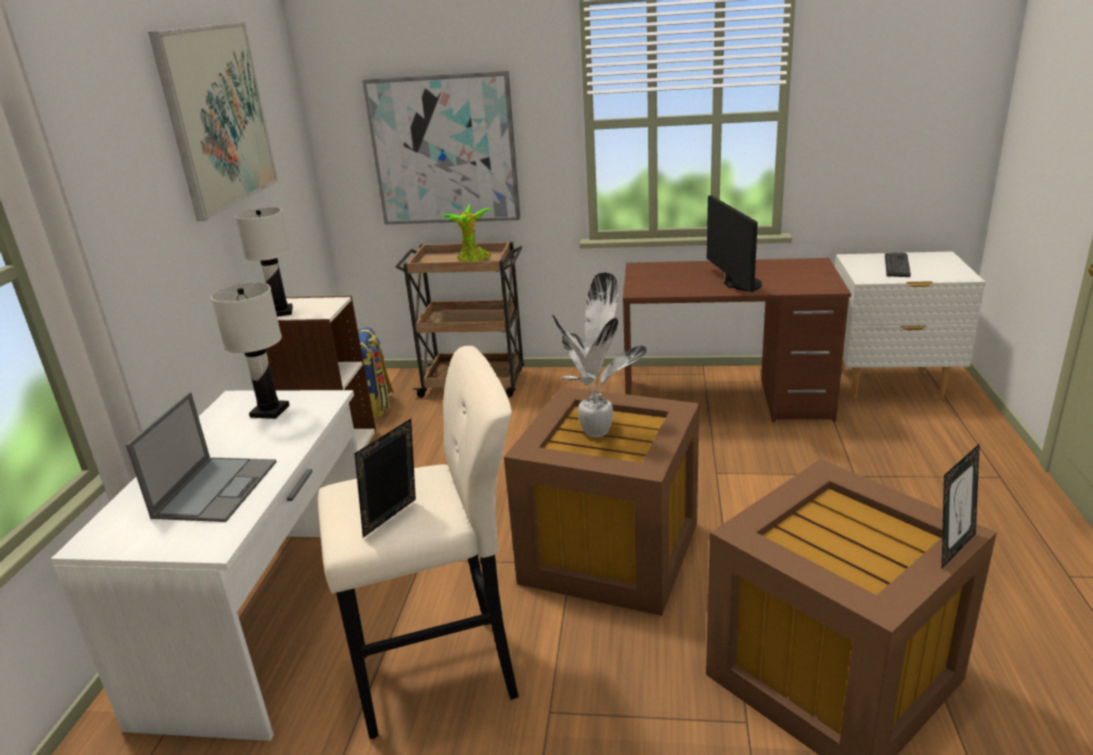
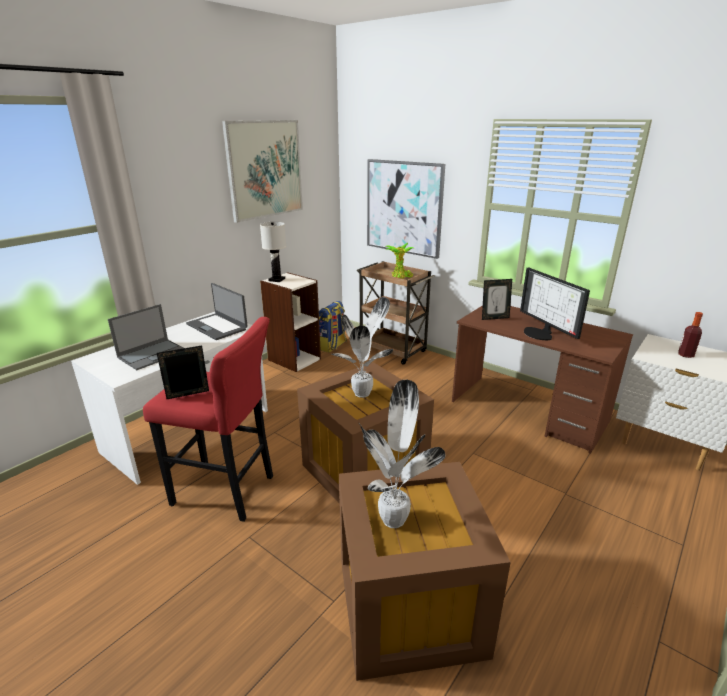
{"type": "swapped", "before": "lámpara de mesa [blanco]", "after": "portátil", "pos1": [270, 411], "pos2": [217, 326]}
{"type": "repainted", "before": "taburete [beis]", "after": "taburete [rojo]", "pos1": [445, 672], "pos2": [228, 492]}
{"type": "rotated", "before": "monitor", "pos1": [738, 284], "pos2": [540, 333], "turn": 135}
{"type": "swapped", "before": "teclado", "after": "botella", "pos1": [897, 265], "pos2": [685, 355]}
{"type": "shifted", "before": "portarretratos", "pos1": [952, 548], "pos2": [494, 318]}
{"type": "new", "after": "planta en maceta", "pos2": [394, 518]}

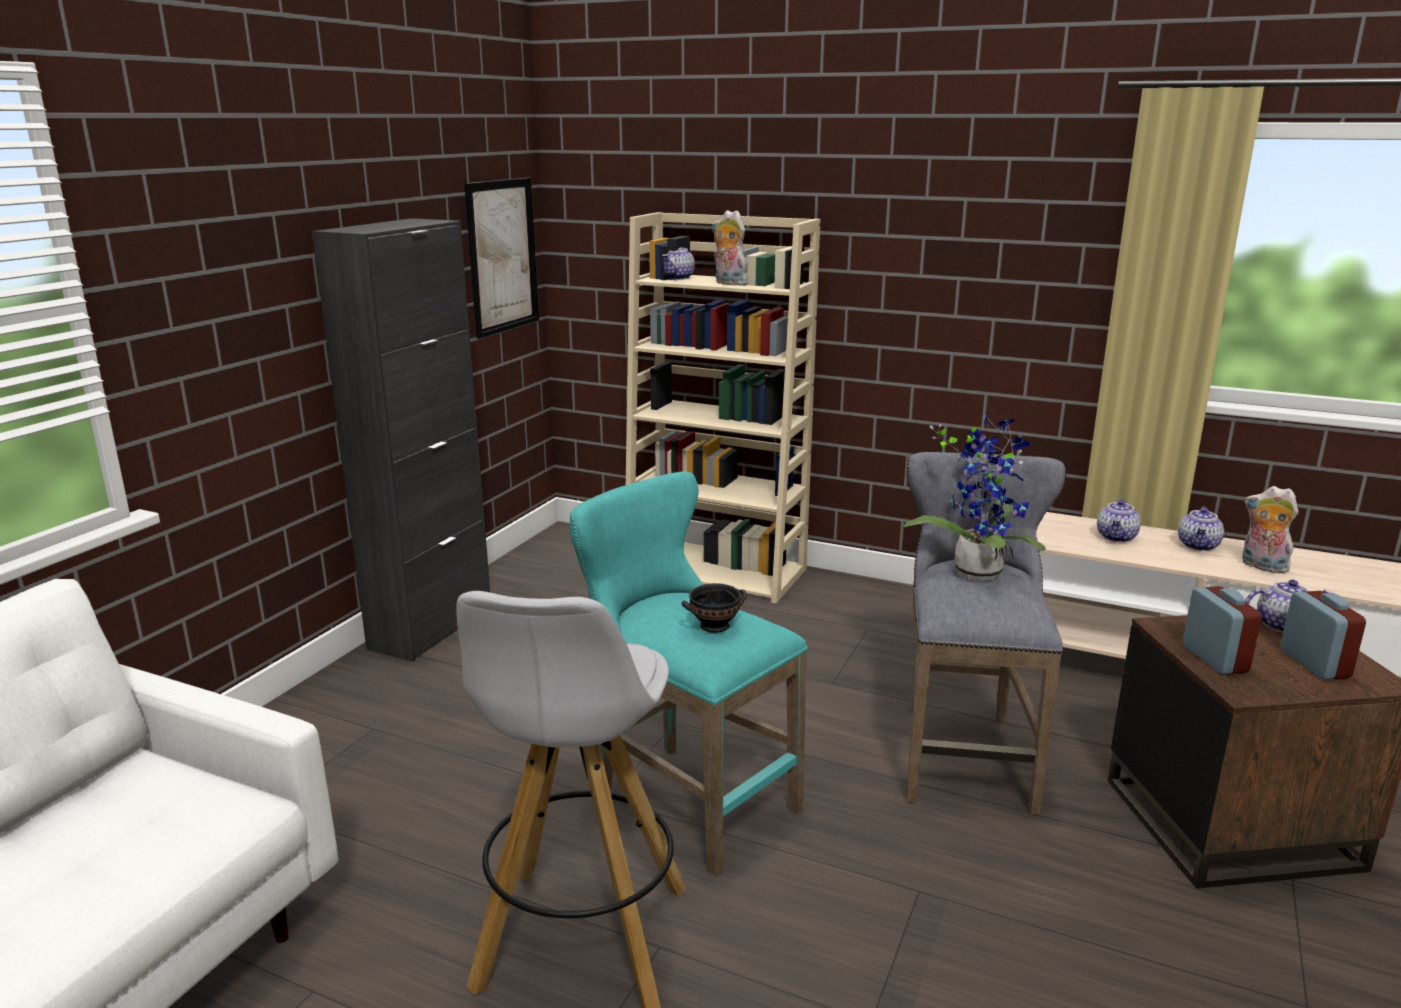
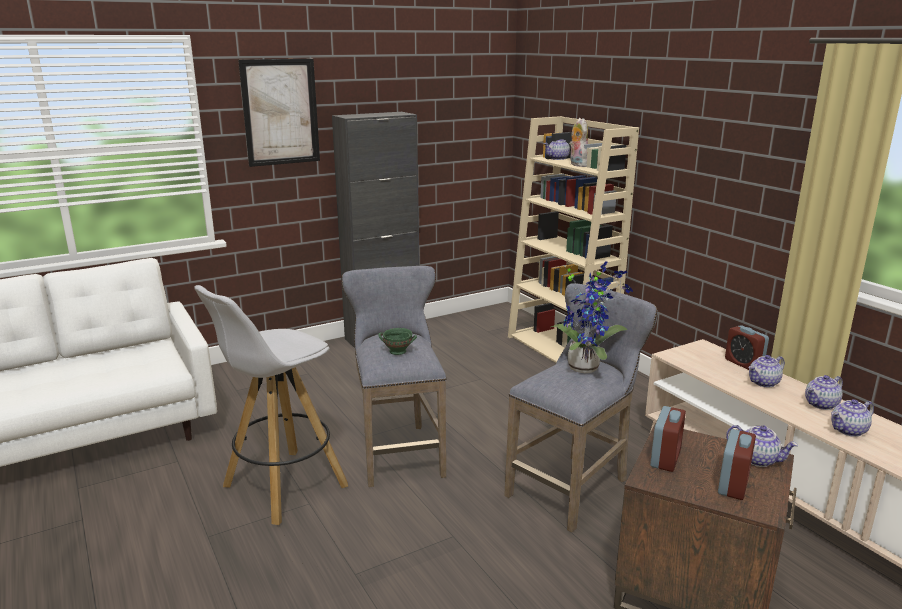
{"type": "shifted", "before": "cuadro", "pos1": [502, 256], "pos2": [280, 112]}
{"type": "repainted", "before": "taburete [turquesa]", "after": "taburete [gris]", "pos1": [686, 797], "pos2": [399, 450]}
{"type": "repainted", "before": "cuenco [negro]", "after": "cuenco [verde]", "pos1": [713, 626], "pos2": [397, 351]}
{"type": "swapped", "before": "peluche", "after": "tetera", "pos1": [1261, 566], "pos2": [848, 430]}
{"type": "new", "after": "despertador", "pos2": [743, 364]}

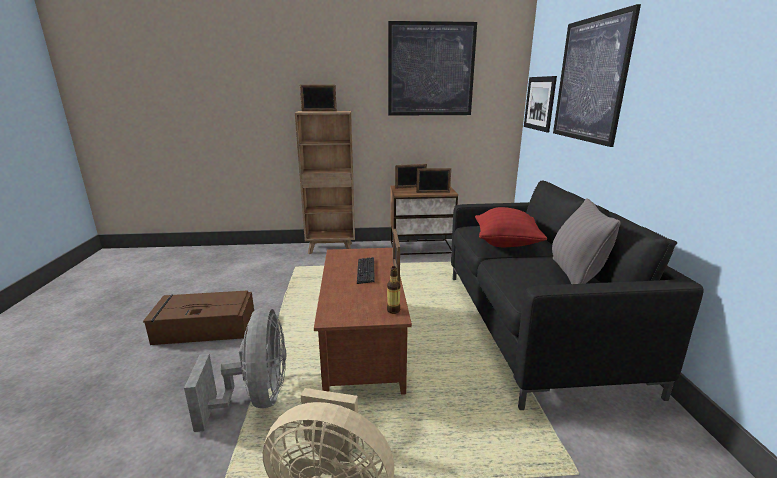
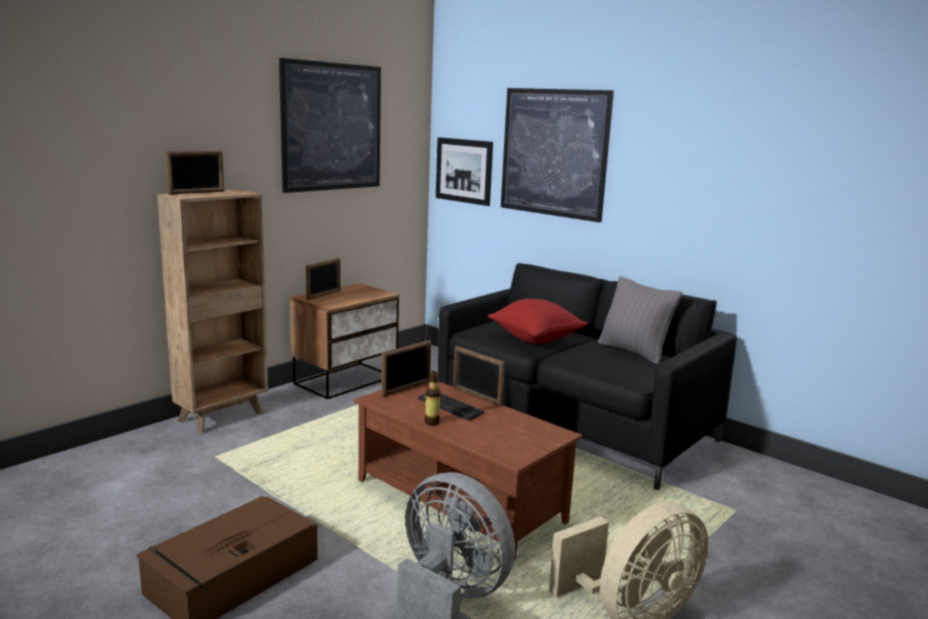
{"type": "shifted", "before": "botella", "pos1": [393, 310], "pos2": [432, 422]}
{"type": "shifted", "before": "portarretratos", "pos1": [433, 192], "pos2": [406, 388]}

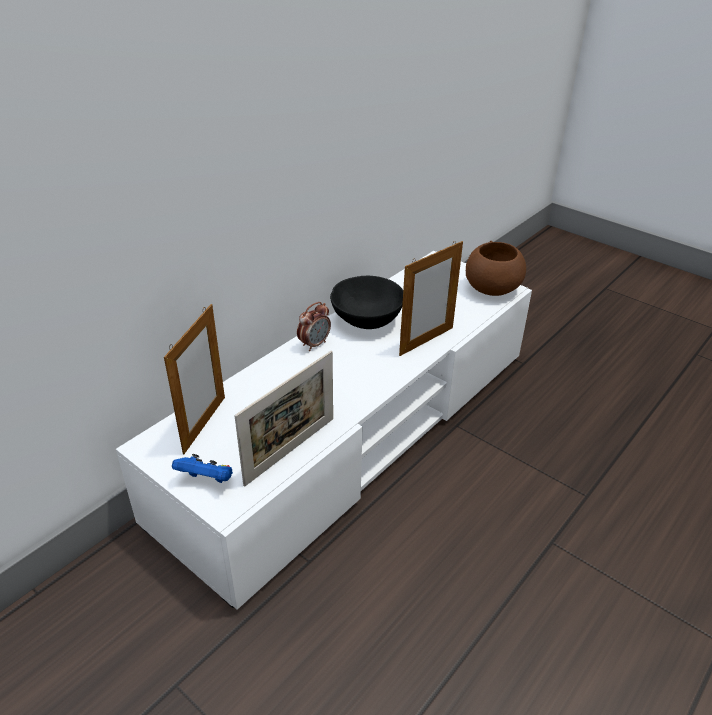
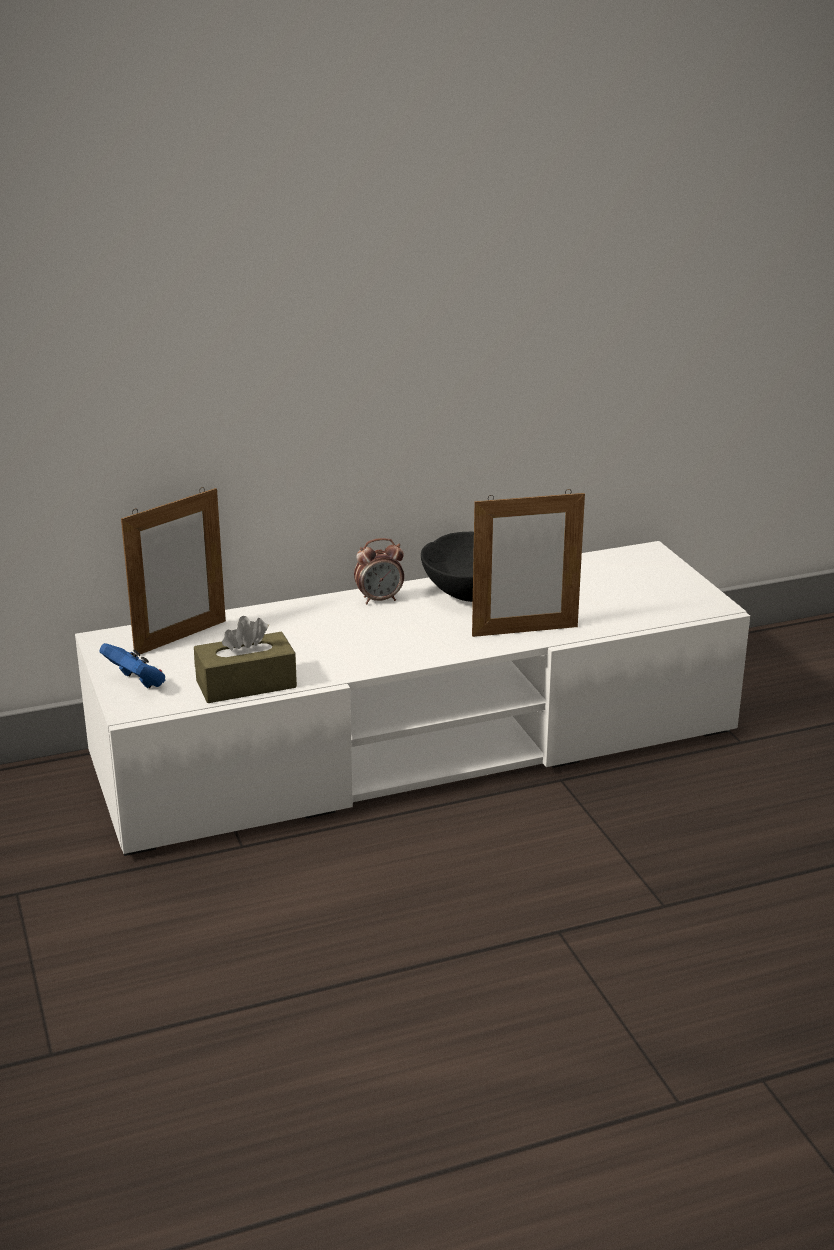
{"type": "swapped", "before": "portarretratos", "after": "caja de pañuelos [marrón]", "pos1": [290, 450], "pos2": [246, 684]}
{"type": "gone", "before": "cuenco [marrón]", "pos1": [492, 289]}

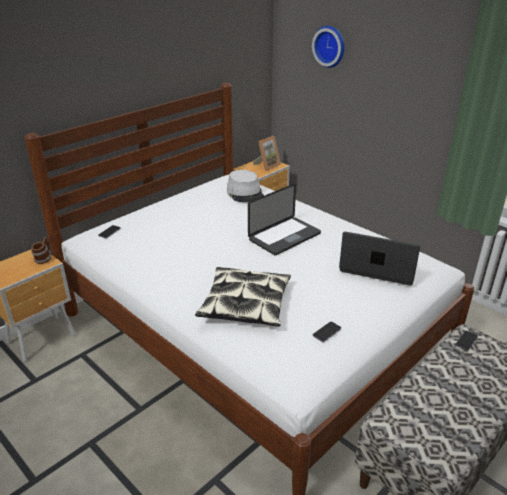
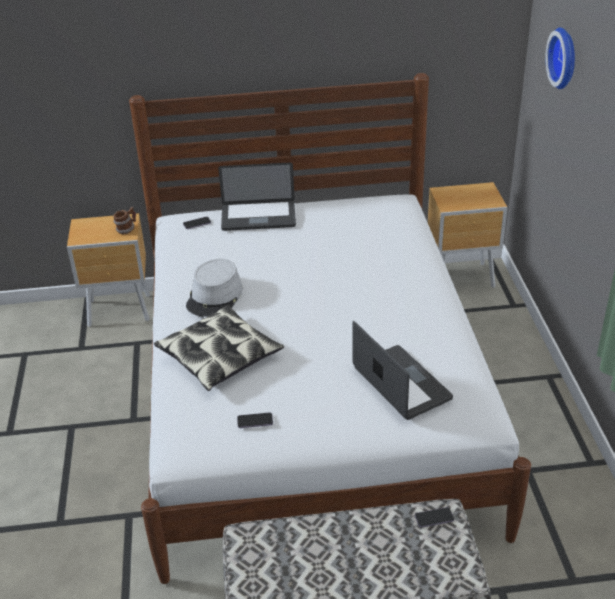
{"type": "shifted", "before": "sombrero [gris]", "pos1": [245, 193], "pos2": [215, 297]}
{"type": "shifted", "before": "portátil", "pos1": [284, 237], "pos2": [258, 217]}
{"type": "gone", "before": "portarretratos", "pos1": [267, 166]}

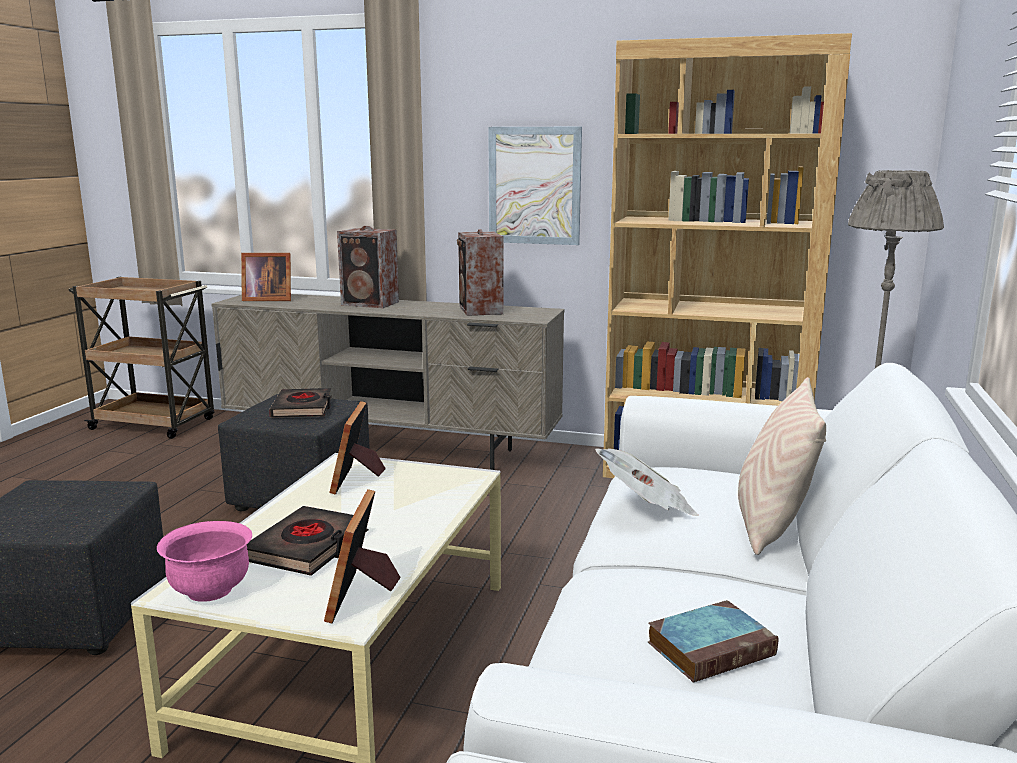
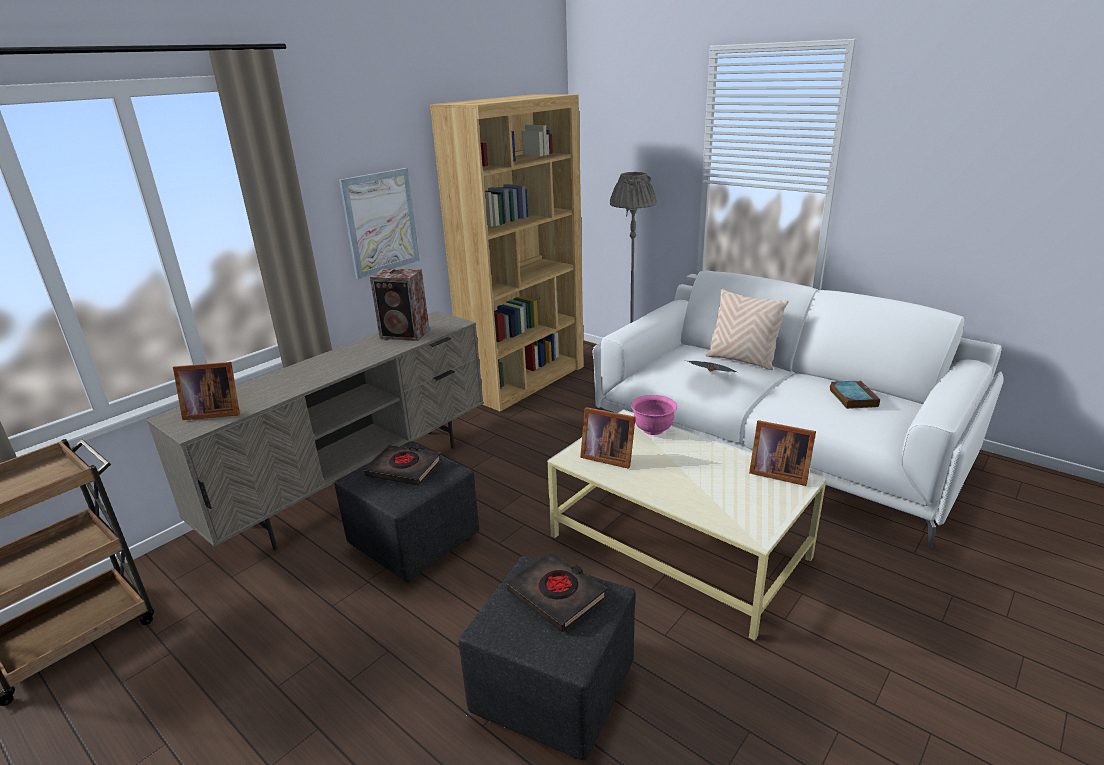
{"type": "shifted", "before": "cuenco [rosa]", "pos1": [210, 590], "pos2": [653, 429]}
{"type": "rotated", "before": "portarretratos", "pos1": [266, 299], "pos2": [212, 412], "turn": 60}
{"type": "shifted", "before": "libro [negro]", "pos1": [307, 547], "pos2": [557, 595]}
{"type": "gone", "before": "altavoz", "pos1": [371, 303]}

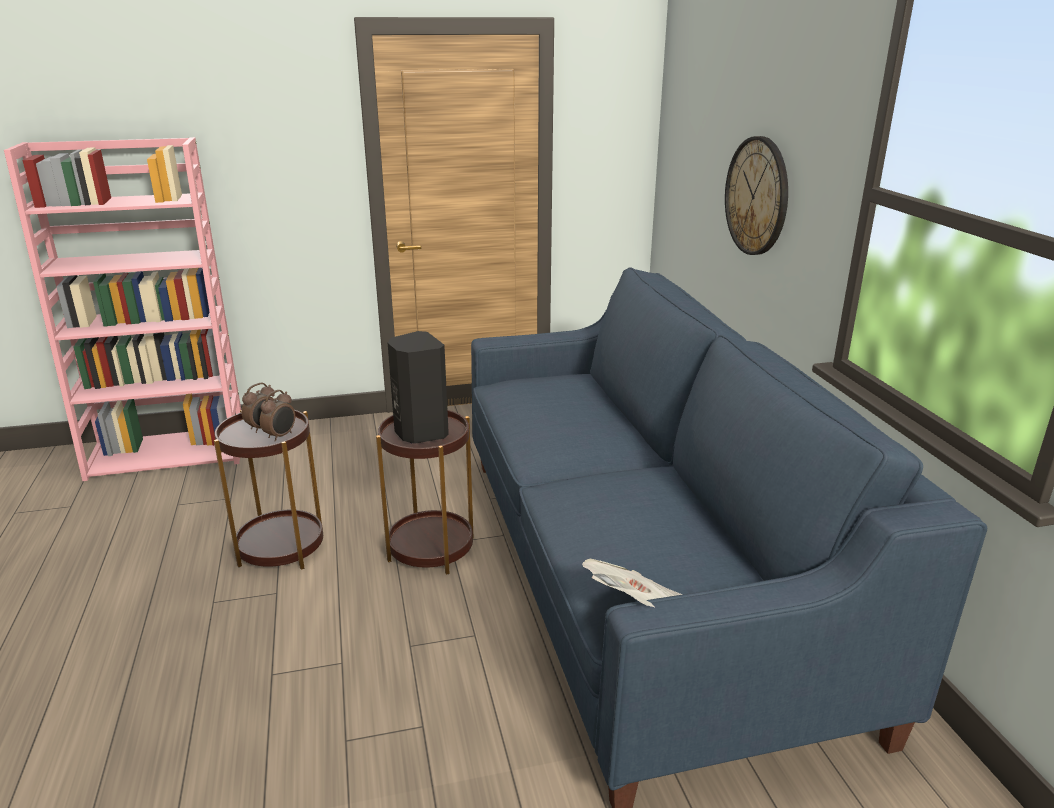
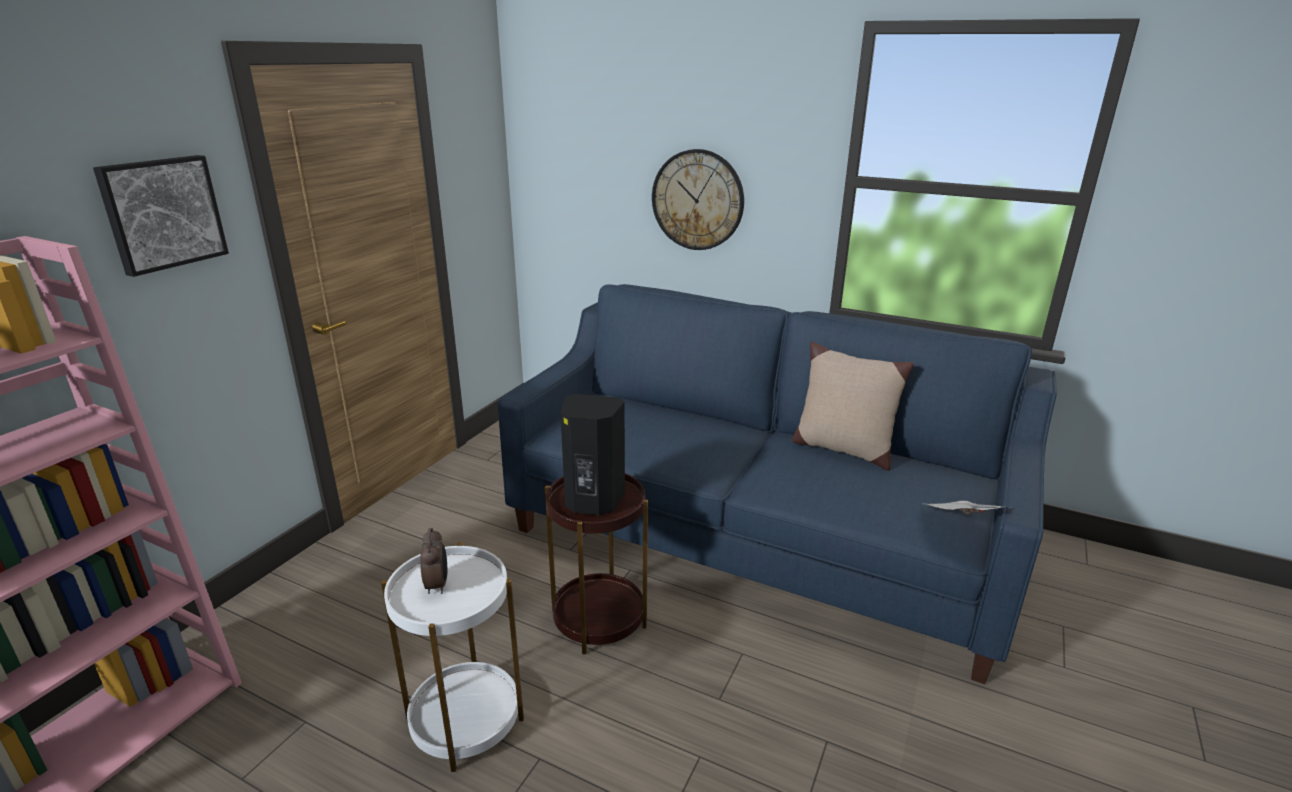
{"type": "repainted", "before": "mesa auxiliar [marrón]", "after": "mesa auxiliar [blanco]", "pos1": [281, 548], "pos2": [465, 720]}
{"type": "gone", "before": "despertador", "pos1": [281, 436]}
{"type": "new", "after": "cuadro", "pos2": [162, 213]}
{"type": "new", "after": "cojín [beis]", "pos2": [842, 449]}

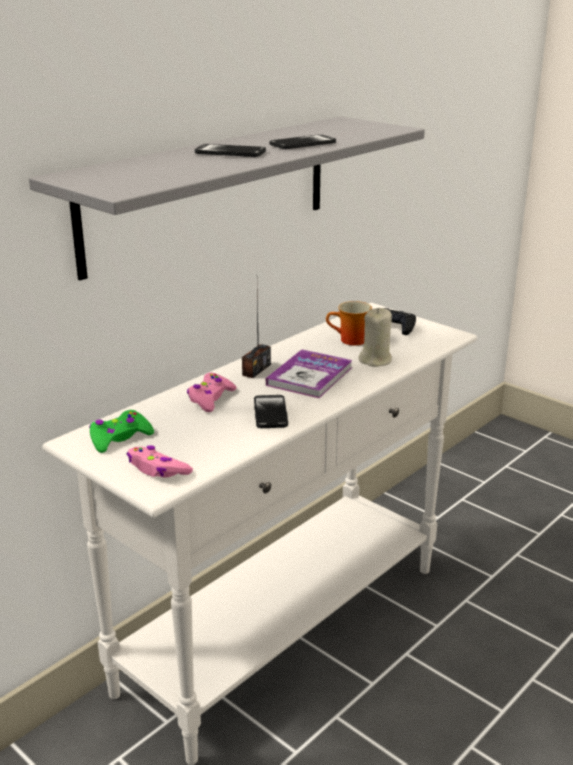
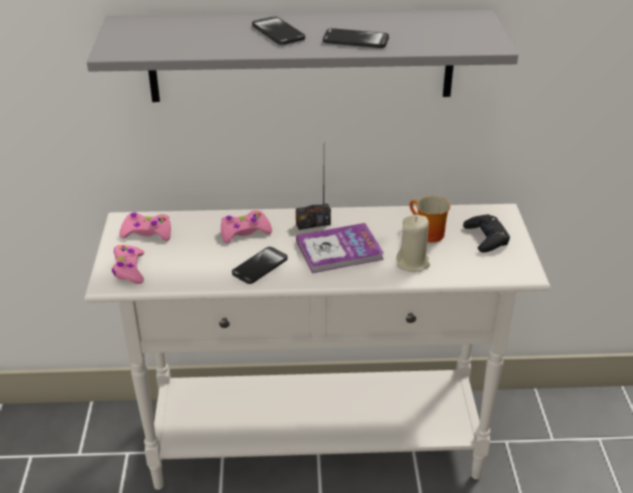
{"type": "repainted", "before": "mando de consola [verde]", "after": "mando de consola [rosa]", "pos1": [119, 438], "pos2": [147, 232]}

